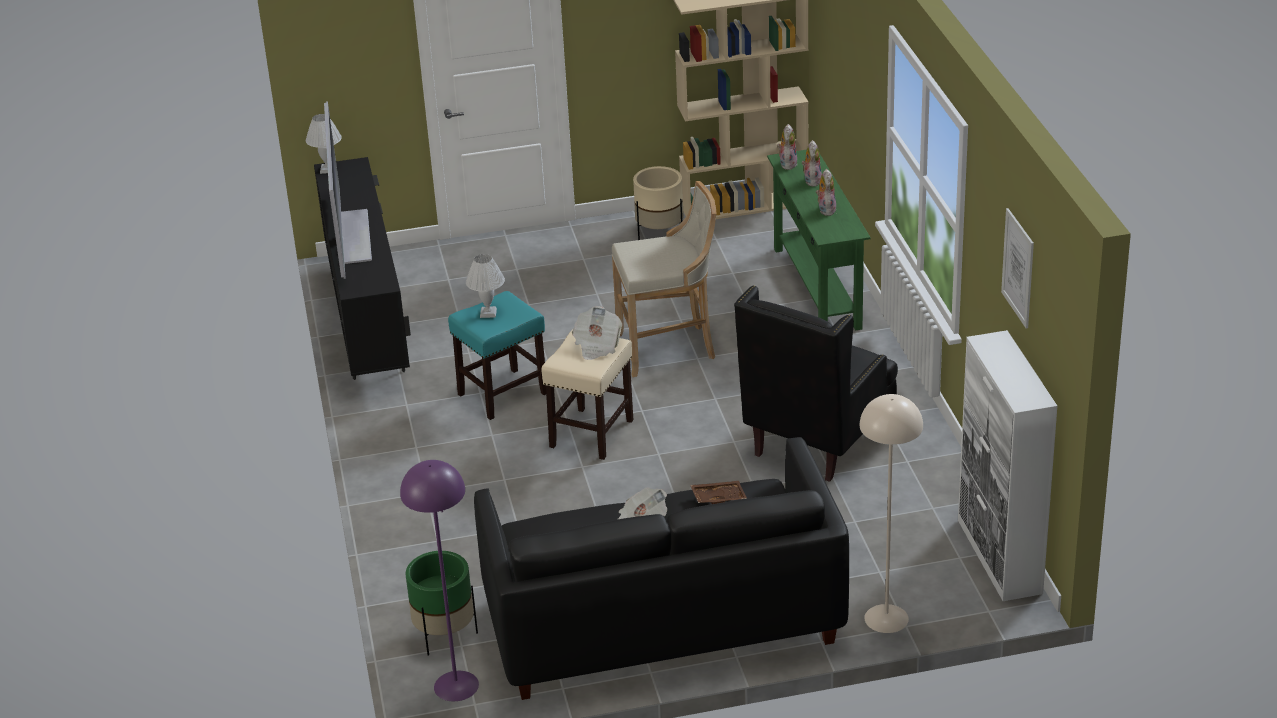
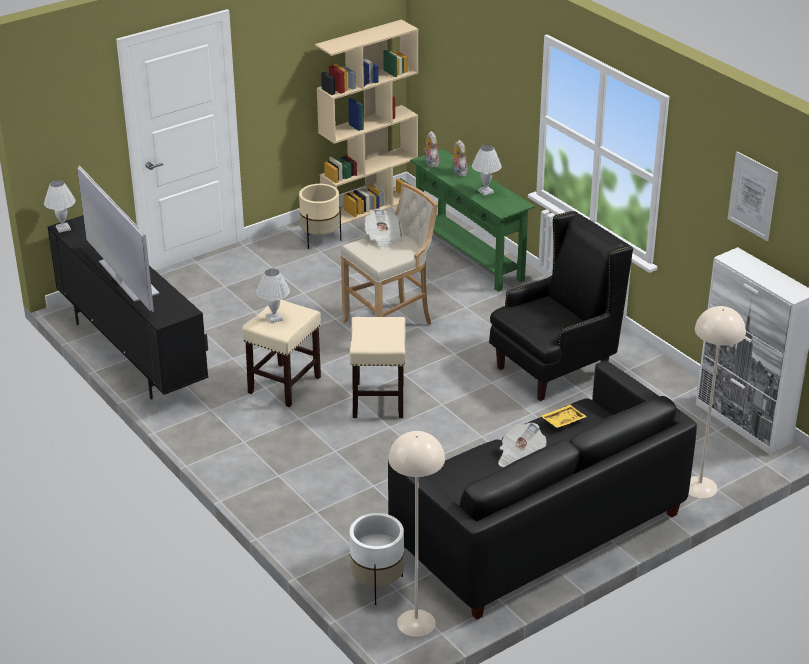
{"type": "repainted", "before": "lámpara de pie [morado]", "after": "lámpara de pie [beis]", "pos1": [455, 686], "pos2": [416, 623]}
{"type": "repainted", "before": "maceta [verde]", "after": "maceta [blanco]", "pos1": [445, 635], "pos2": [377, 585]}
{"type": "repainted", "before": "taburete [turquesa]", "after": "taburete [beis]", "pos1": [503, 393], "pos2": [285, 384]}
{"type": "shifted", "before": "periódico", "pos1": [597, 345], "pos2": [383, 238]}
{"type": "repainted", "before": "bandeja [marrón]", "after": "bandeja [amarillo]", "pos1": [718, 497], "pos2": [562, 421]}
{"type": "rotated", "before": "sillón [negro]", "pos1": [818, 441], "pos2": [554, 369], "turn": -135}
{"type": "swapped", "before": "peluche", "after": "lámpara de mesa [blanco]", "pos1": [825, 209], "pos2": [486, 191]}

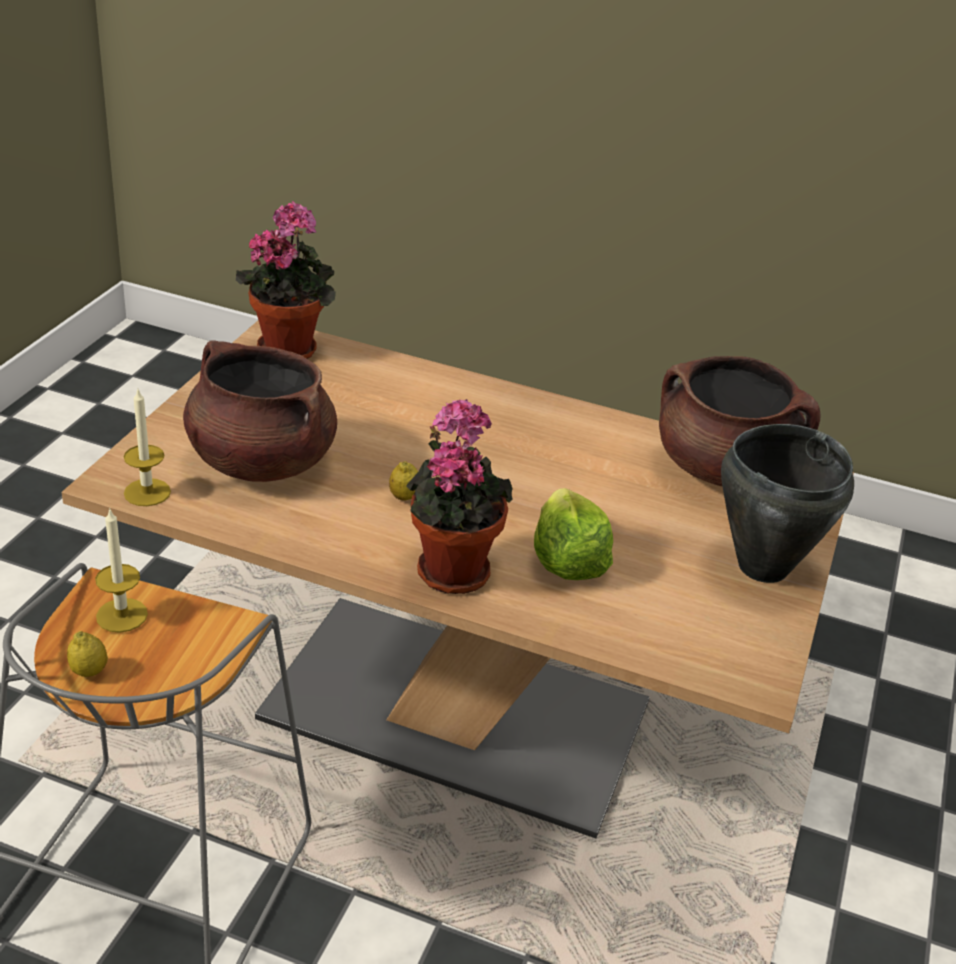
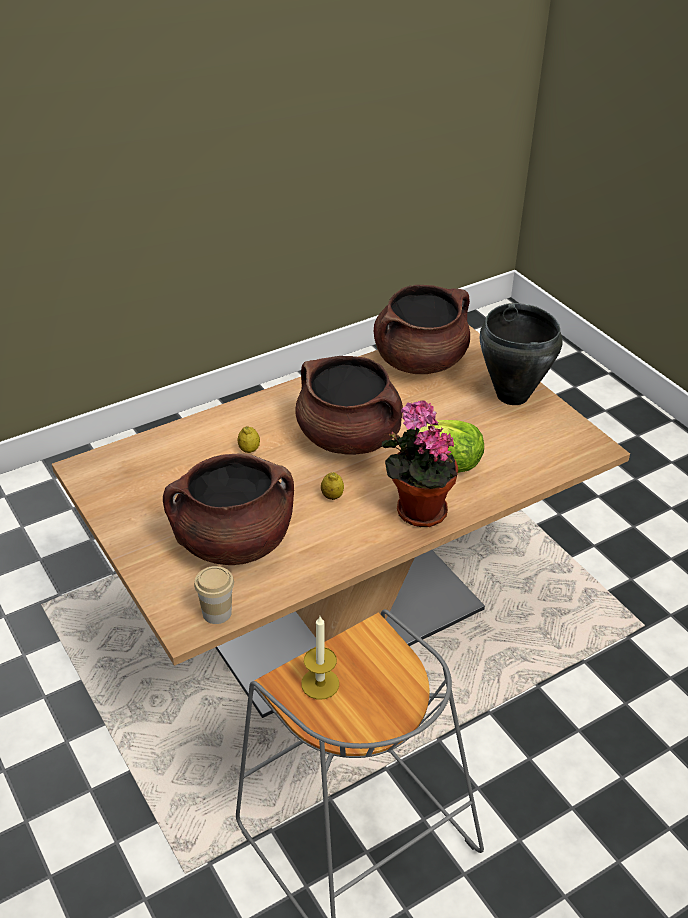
{"type": "shifted", "before": "limón", "pos1": [89, 671], "pos2": [249, 450]}
{"type": "swapped", "before": "vela", "after": "taza", "pos1": [147, 492], "pos2": [217, 613]}
{"type": "gone", "before": "planta en maceta", "pos1": [290, 348]}
{"type": "new", "after": "olla [marrón]", "pos2": [349, 438]}

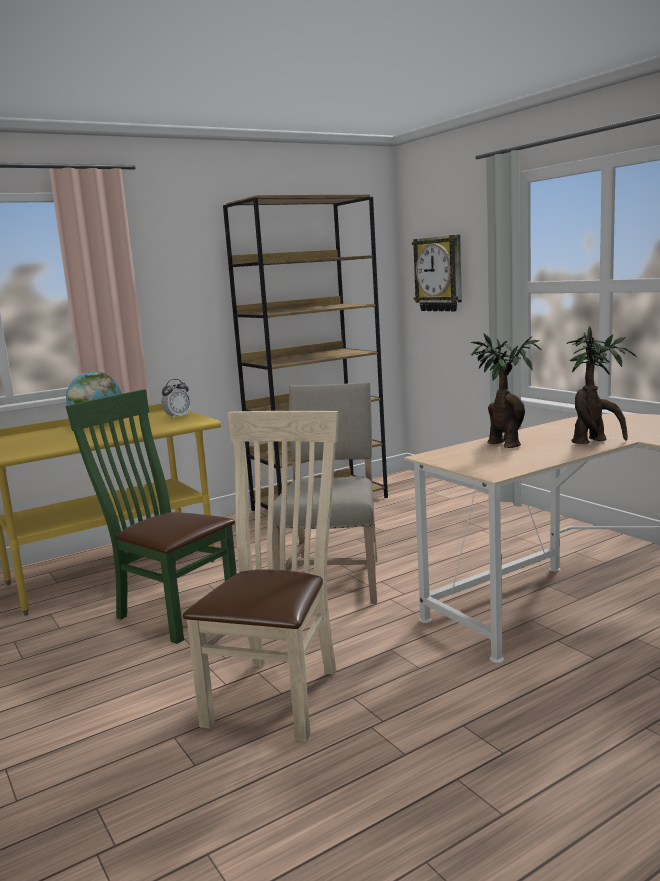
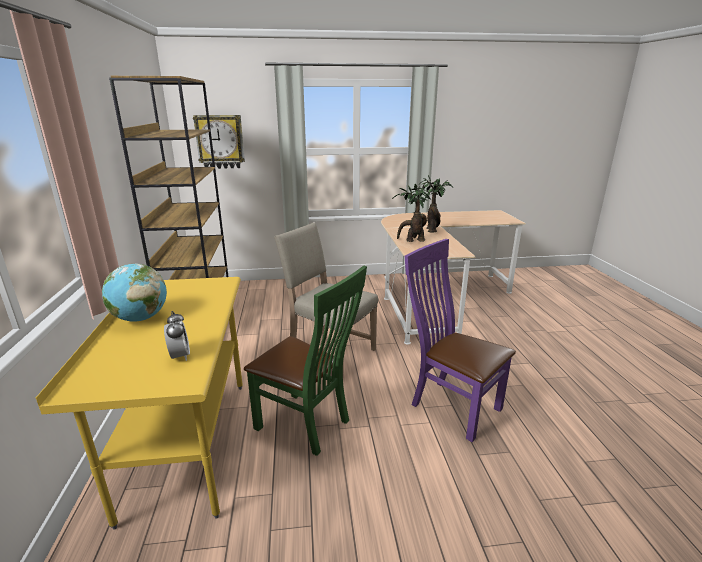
{"type": "rotated", "before": "silla [verde]", "pos1": [171, 612], "pos2": [307, 425], "turn": -120}
{"type": "shifted", "before": "despertador", "pos1": [178, 417], "pos2": [180, 356]}
{"type": "repainted", "before": "silla [beis]", "after": "silla [morado]", "pos1": [279, 692], "pos2": [450, 405]}

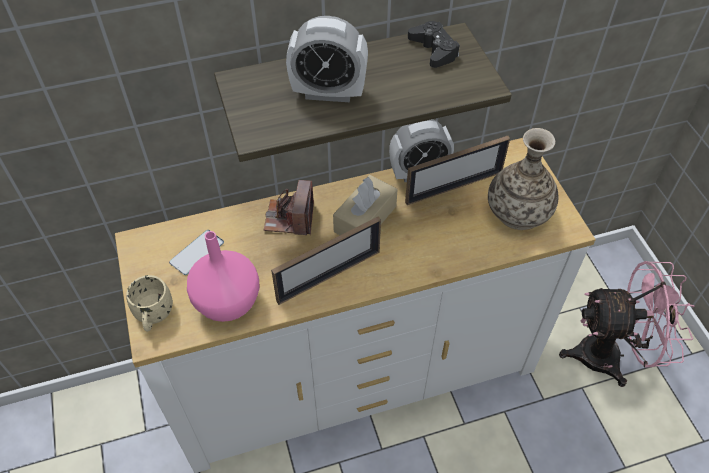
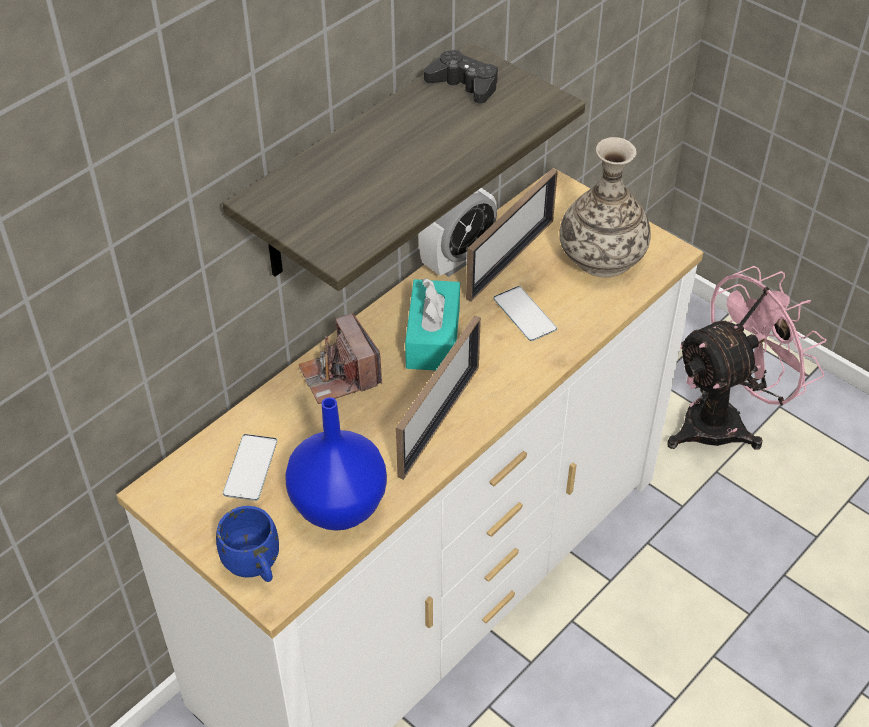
{"type": "repainted", "before": "taza grande [beis]", "after": "taza grande [azul]", "pos1": [154, 316], "pos2": [255, 566]}
{"type": "repainted", "before": "florero [rosa]", "after": "florero [azul]", "pos1": [226, 303], "pos2": [337, 507]}
{"type": "gone", "before": "despertador", "pos1": [328, 93]}
{"type": "repainted", "before": "caja de pañuelos [beis]", "after": "caja de pañuelos [turquesa]", "pos1": [365, 219], "pos2": [433, 338]}
{"type": "new", "after": "móvil", "pos2": [524, 314]}

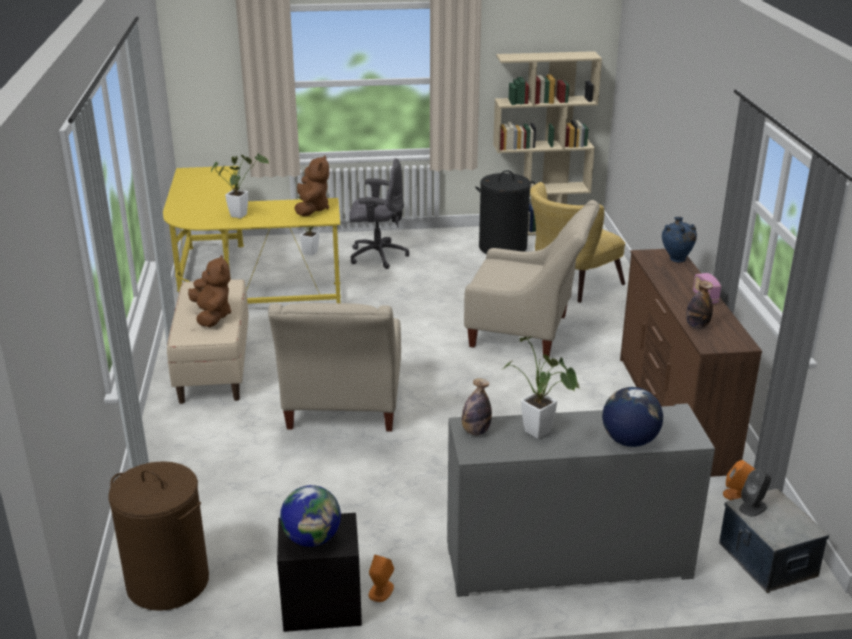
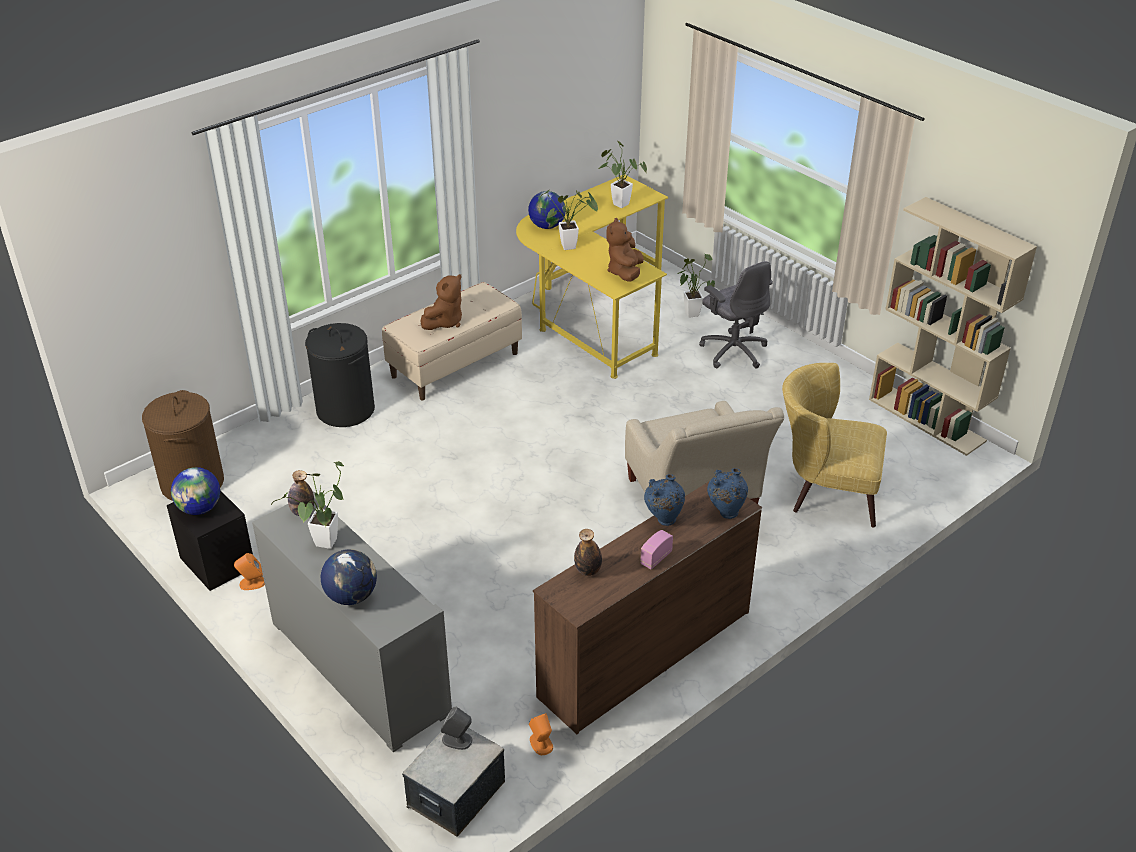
{"type": "gone", "before": "sillón [beis]", "pos1": [342, 411]}
{"type": "rotated", "before": "peluche [marrón]", "pos1": [312, 209], "pos2": [625, 272], "turn": 135}
{"type": "shifted", "before": "cesto de la ropa [negro]", "pos1": [502, 248], "pos2": [345, 410]}
{"type": "new", "after": "globo terráqueo", "pos2": [547, 226]}
{"type": "new", "after": "planta en maceta", "pos2": [618, 203]}
{"type": "new", "after": "florero [azul]", "pos2": [663, 520]}

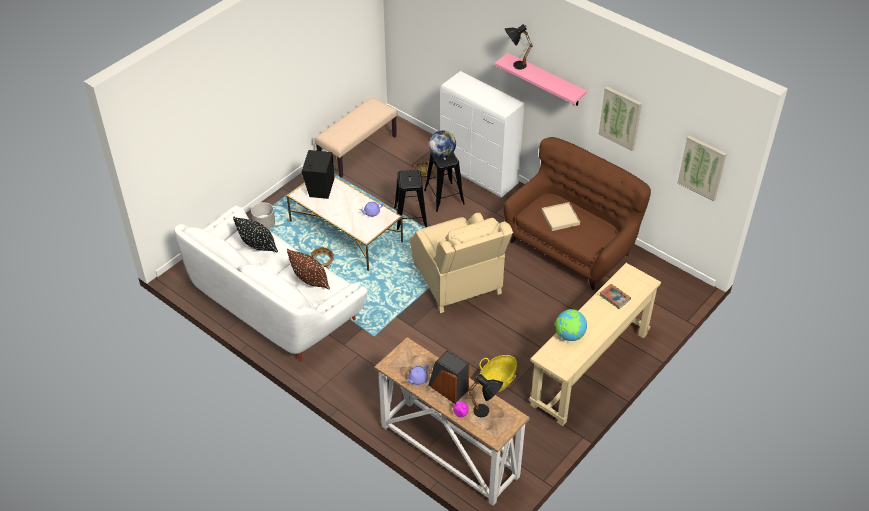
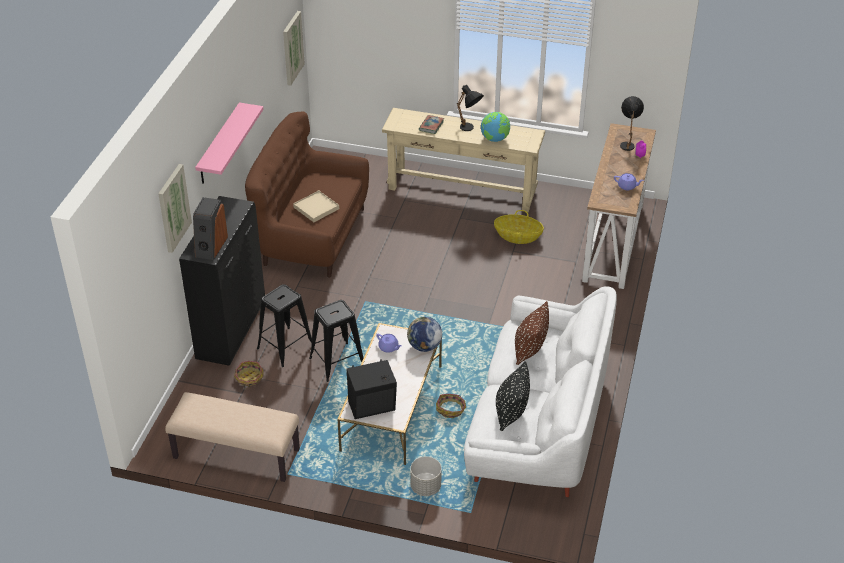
{"type": "gone", "before": "sillón [beis]", "pos1": [458, 282]}
{"type": "shifted", "before": "globo terráqueo", "pos1": [442, 154], "pos2": [424, 346]}
{"type": "shifted", "before": "altavoz", "pos1": [448, 388], "pos2": [210, 246]}
{"type": "repainted", "before": "armario [blanco]", "after": "armario [negro]", "pos1": [479, 175], "pos2": [231, 330]}
{"type": "shifted", "before": "lámpara de mesa [negro]", "pos1": [514, 65], "pos2": [469, 129]}
{"type": "shifted", "before": "cuadro", "pos1": [620, 118], "pos2": [173, 208]}

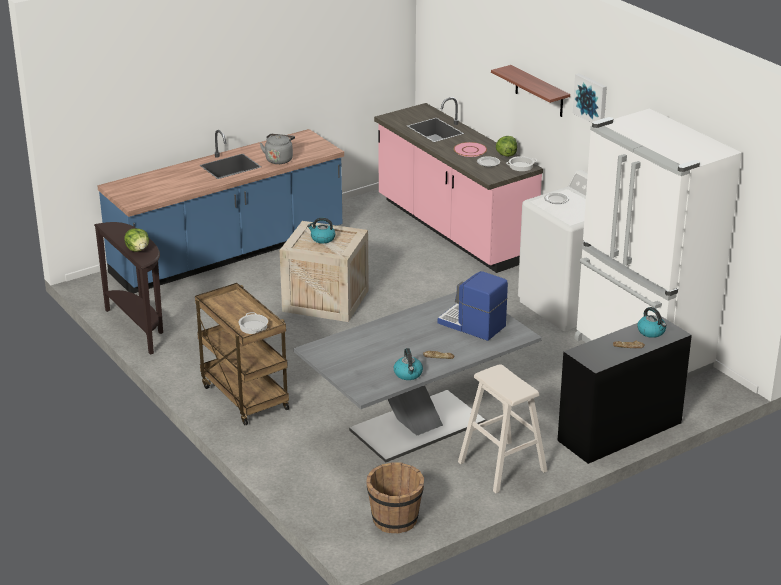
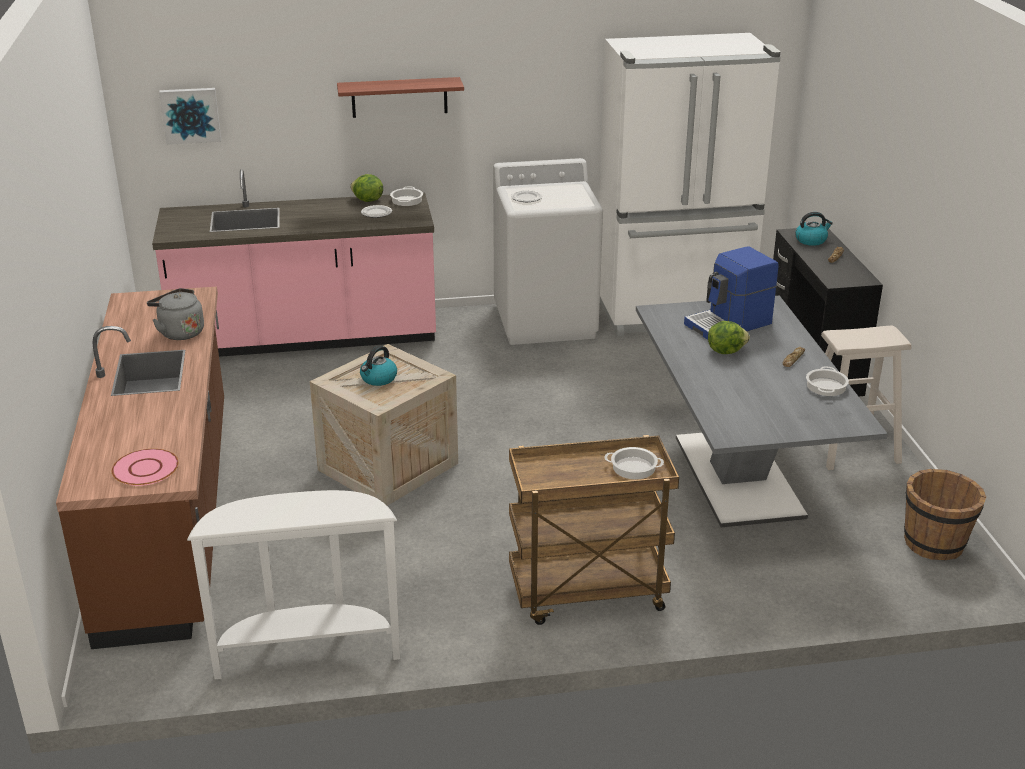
{"type": "repainted", "before": "mesa consola [marrón]", "after": "mesa consola [blanco]", "pos1": [139, 327], "pos2": [307, 652]}
{"type": "repainted", "before": "mueble bajo de cocina [azul]", "after": "mueble bajo de cocina [marrón]", "pos1": [228, 253], "pos2": [170, 514]}
{"type": "shifted", "before": "lechuga", "pos1": [138, 249], "pos2": [725, 351]}
{"type": "swapped", "before": "hervidor", "after": "olla", "pos1": [408, 374], "pos2": [825, 386]}
{"type": "shifted", "before": "plato [rosa]", "pos1": [470, 150], "pos2": [145, 468]}
{"type": "shifted", "before": "cuadro", "pos1": [591, 99], "pos2": [190, 115]}

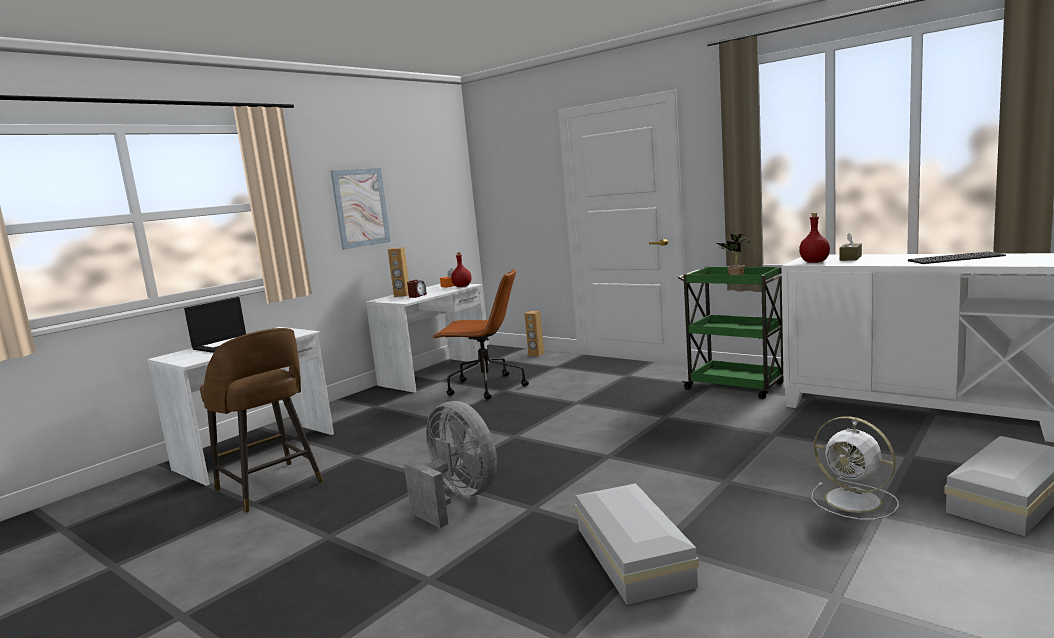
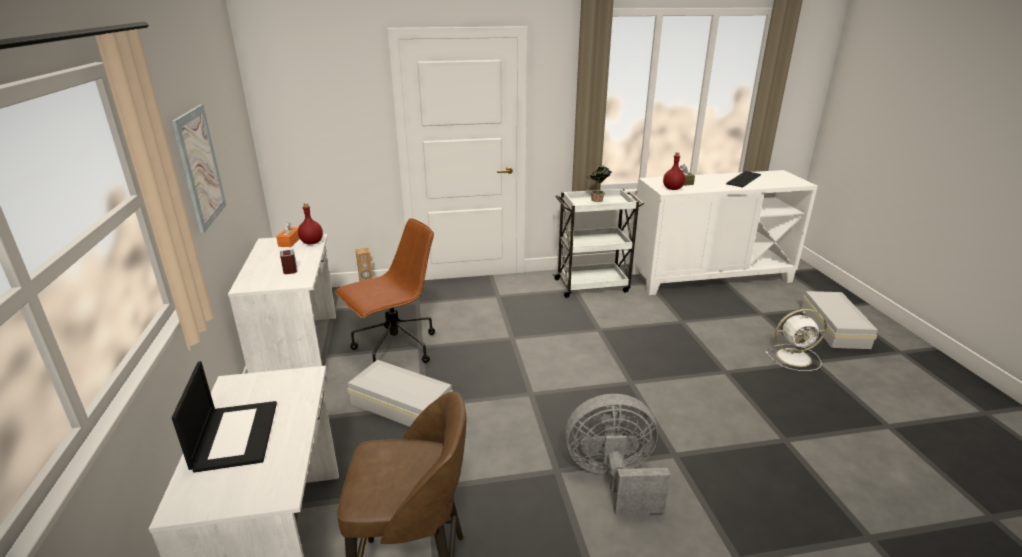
{"type": "gone", "before": "altavoz [marrón]", "pos1": [402, 295]}
{"type": "shifted", "before": "caja de almacenaje [blanco]", "pos1": [632, 557], "pos2": [402, 406]}
{"type": "repainted", "before": "carrito [verde]", "after": "carrito [blanco]", "pos1": [736, 387], "pos2": [592, 285]}

